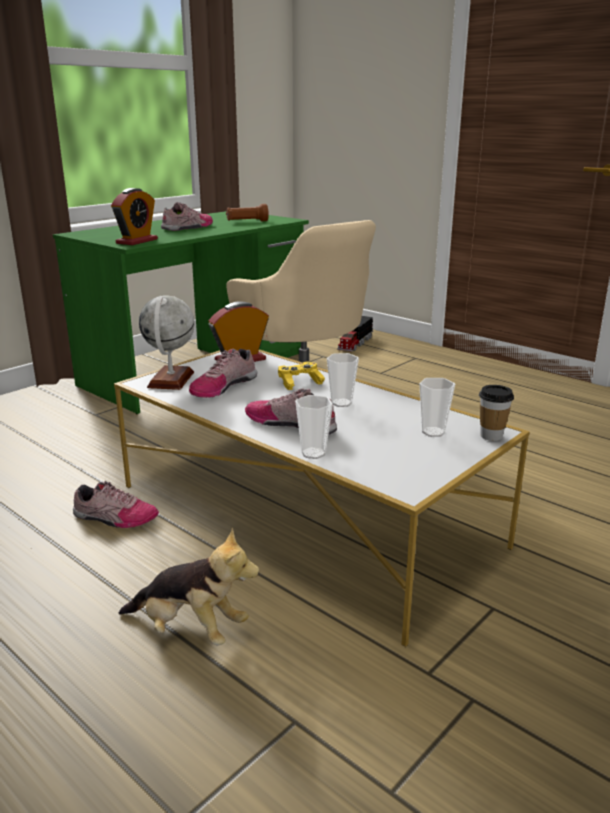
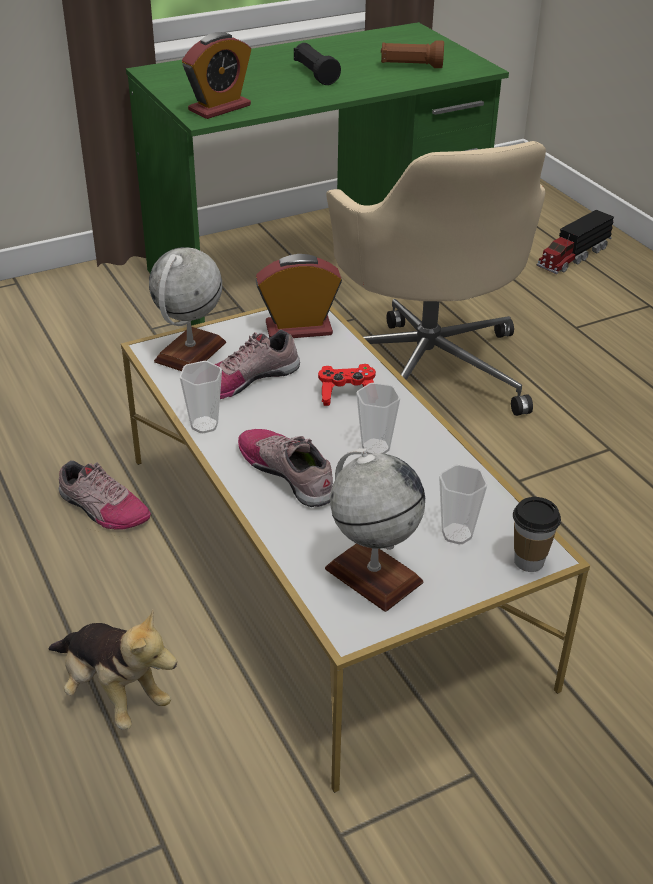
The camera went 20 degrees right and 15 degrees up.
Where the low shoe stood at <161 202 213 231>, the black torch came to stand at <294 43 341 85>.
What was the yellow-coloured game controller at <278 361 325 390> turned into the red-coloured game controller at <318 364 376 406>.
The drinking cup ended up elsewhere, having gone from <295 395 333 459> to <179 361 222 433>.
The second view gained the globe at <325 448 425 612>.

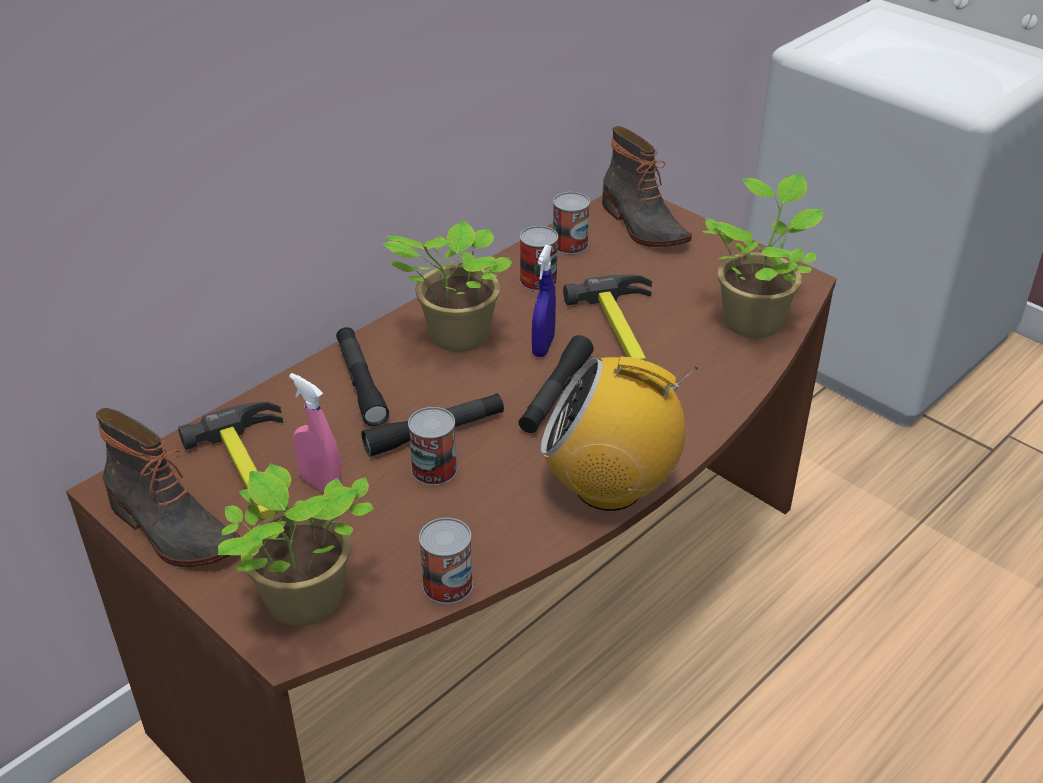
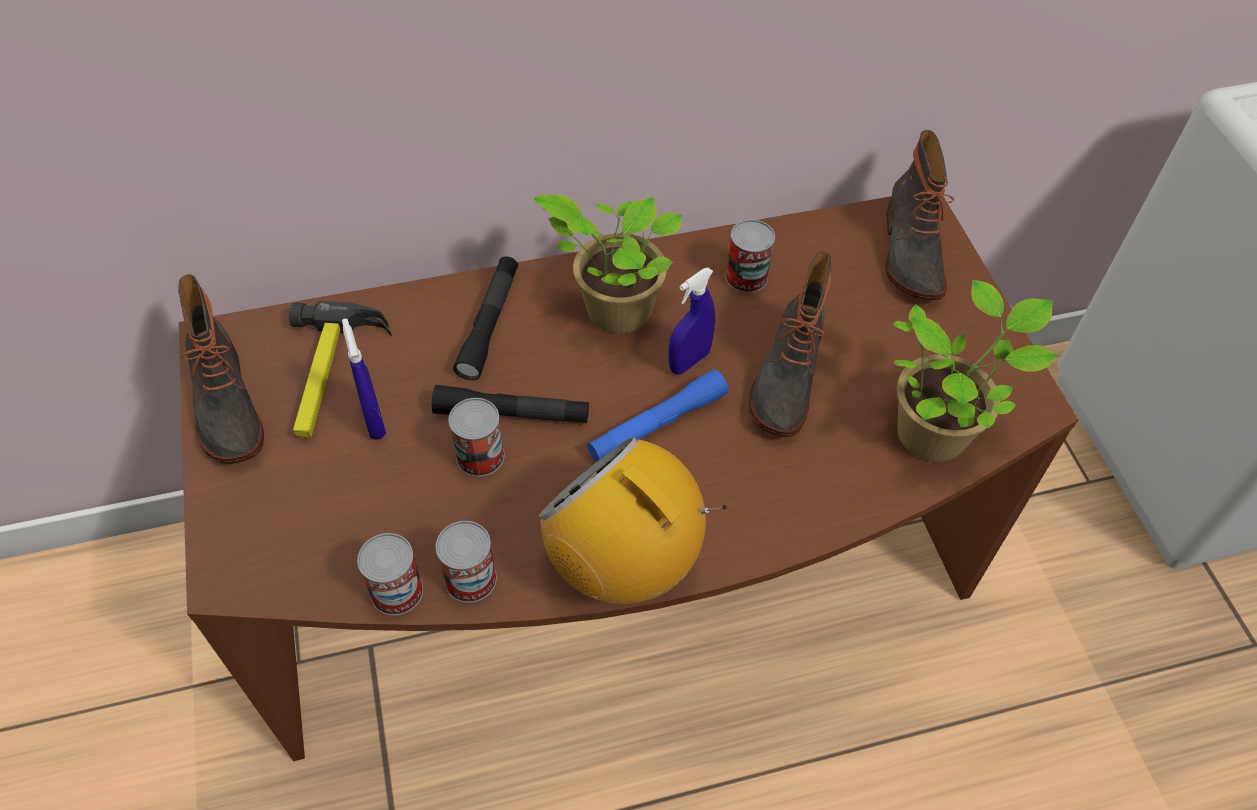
The camera went 30 degrees right and 15 degrees up.
The second view lost the houseplant at <218 463 374 626>.
What was the pink hand sprayer at <289 373 342 492> turned into the bluish hand sprayer at <342 318 386 440>.
What was the black torch at <518 335 594 433> turned into the bluish torch at <587 369 728 462>.
The metal can ended up elsewhere, having gone from <553 192 590 255> to <436 521 497 603>.
Where the hammer stood at <563 275 652 361>, the boot came to stand at <749 252 831 437>.

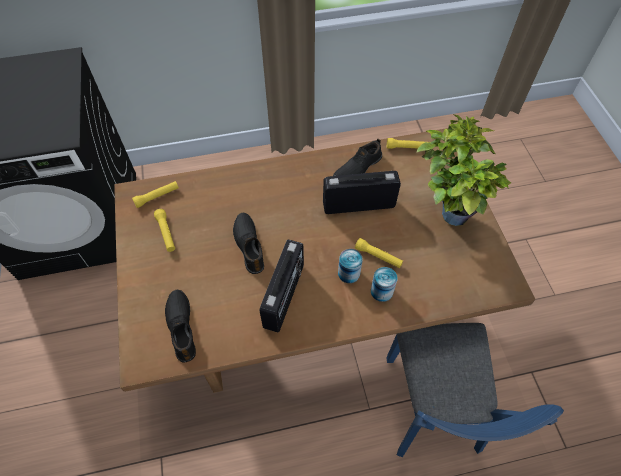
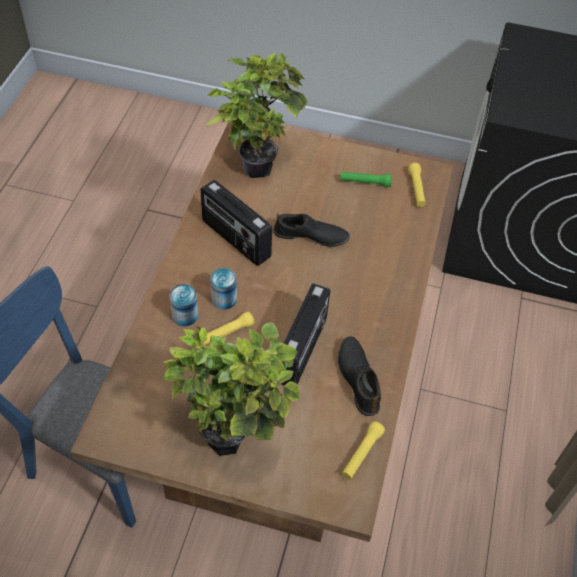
The camera went 115 degrees right and 5 degrees down.
What was the yellow-coloured torch at <154 209 175 252> turned into the green torch at <340 172 392 187>.
Where the black low shoe stood at <165 290 196 362>, the houseplant came to stand at <205 53 308 178>.

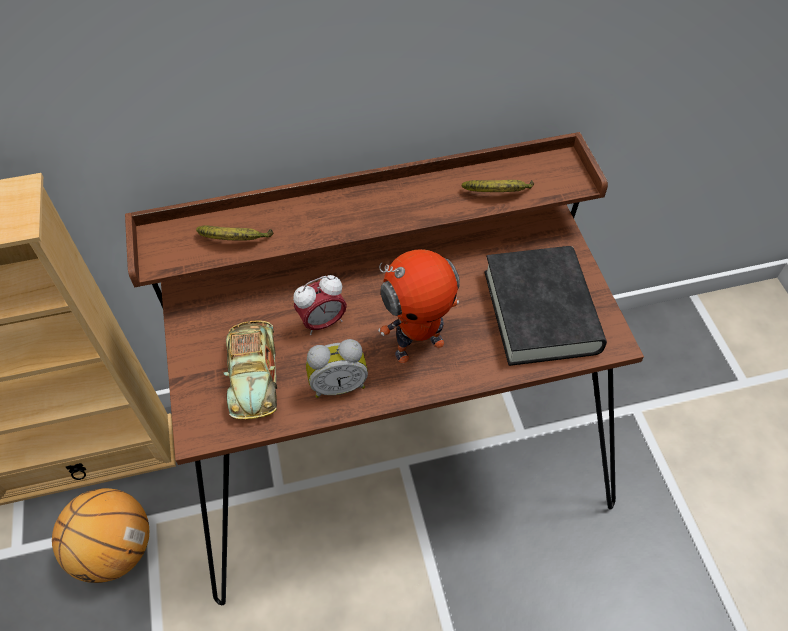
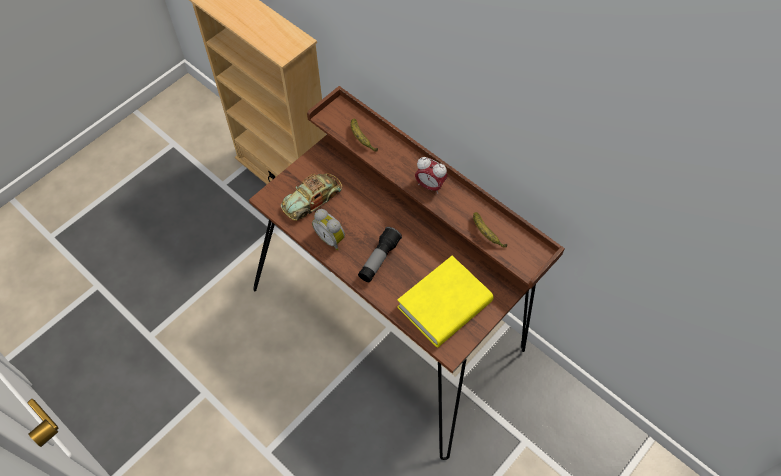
The camera went 55 degrees right and 5 degrees up.
The second view lost the basketball ball at <52 488 149 583>.
The table clock ended up elsewhere, having gone from <293 275 347 335> to <415 157 448 194>.
Where the model robot stood at <378 249 460 363>, the torch came to stand at <358 227 402 282>.
What was the black book at <484 246 607 366> turned into the yellow-coloured book at <397 256 494 348>.

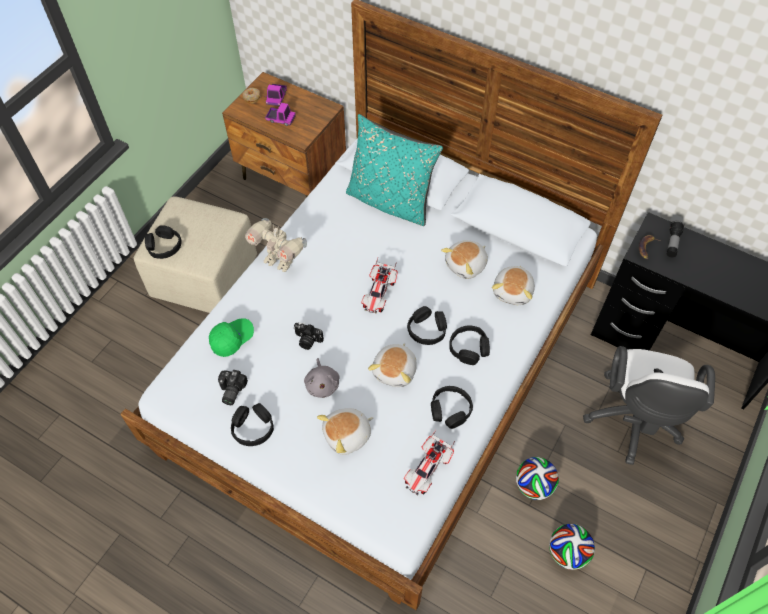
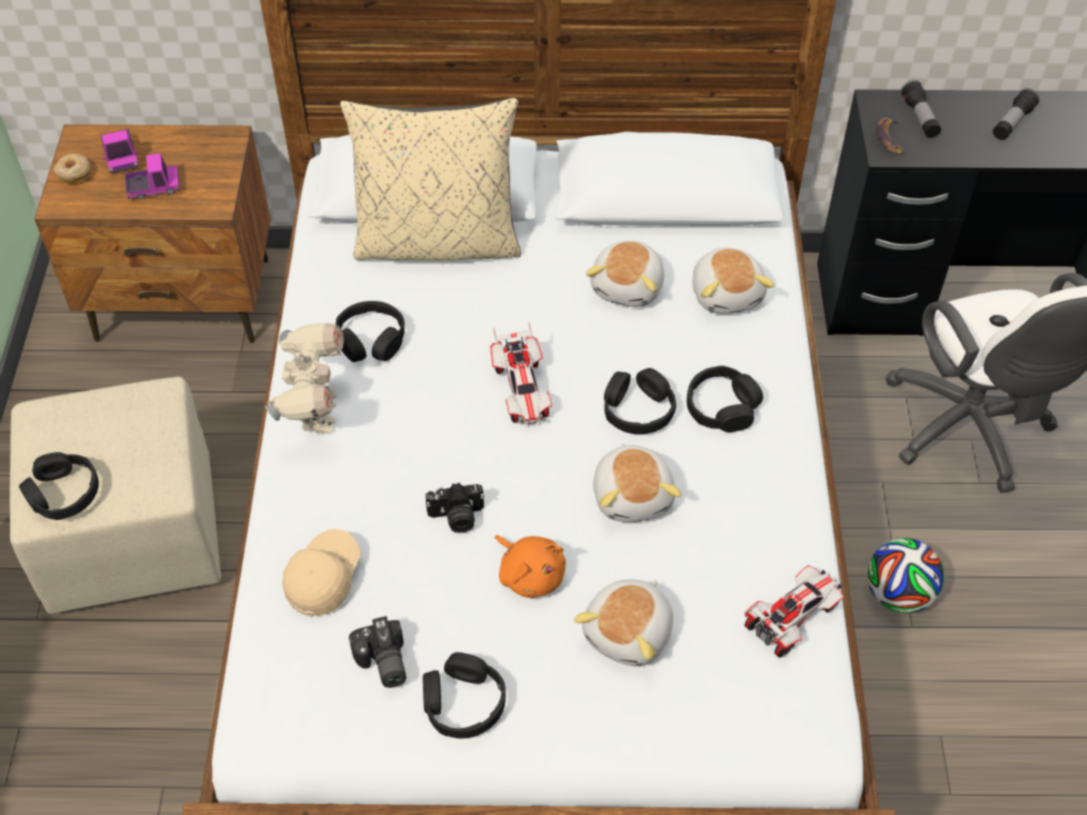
The camera went 30 degrees left and 5 degrees down.
What was the green cap at <209 318 254 357> turned into the beige-coloured cap at <282 529 361 616>.
The model robot at <245 218 307 272> ended up facing another way, 90 degrees counterclockwise from before.
What was the gray cuddly toy at <304 358 340 398> turned into the orangey cuddly toy at <495 535 566 598>.
What was the turquoise-coloured pillow at <346 114 443 226> turned into the beige-coloured pillow at <340 98 521 261>.
The model car at <404 430 455 495> ended up facing another way, 135 degrees counterclockwise from before.
The black pair of headphones ended up elsewhere, having gone from <431 386 473 429> to <335 301 405 362>.
The second view lost the football at <549 524 595 570>.
The second view gained the torch at <993 88 1040 140>.

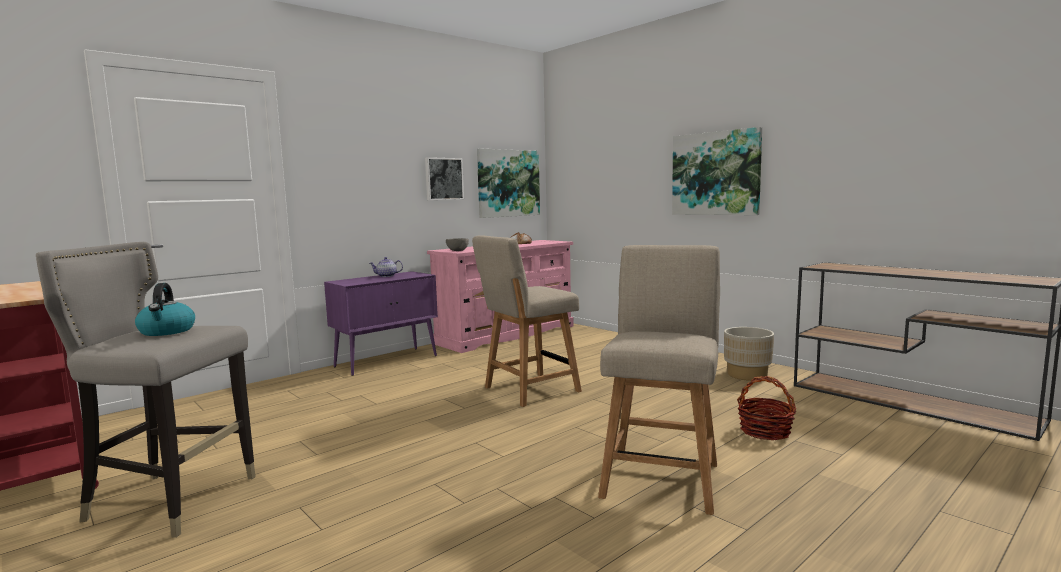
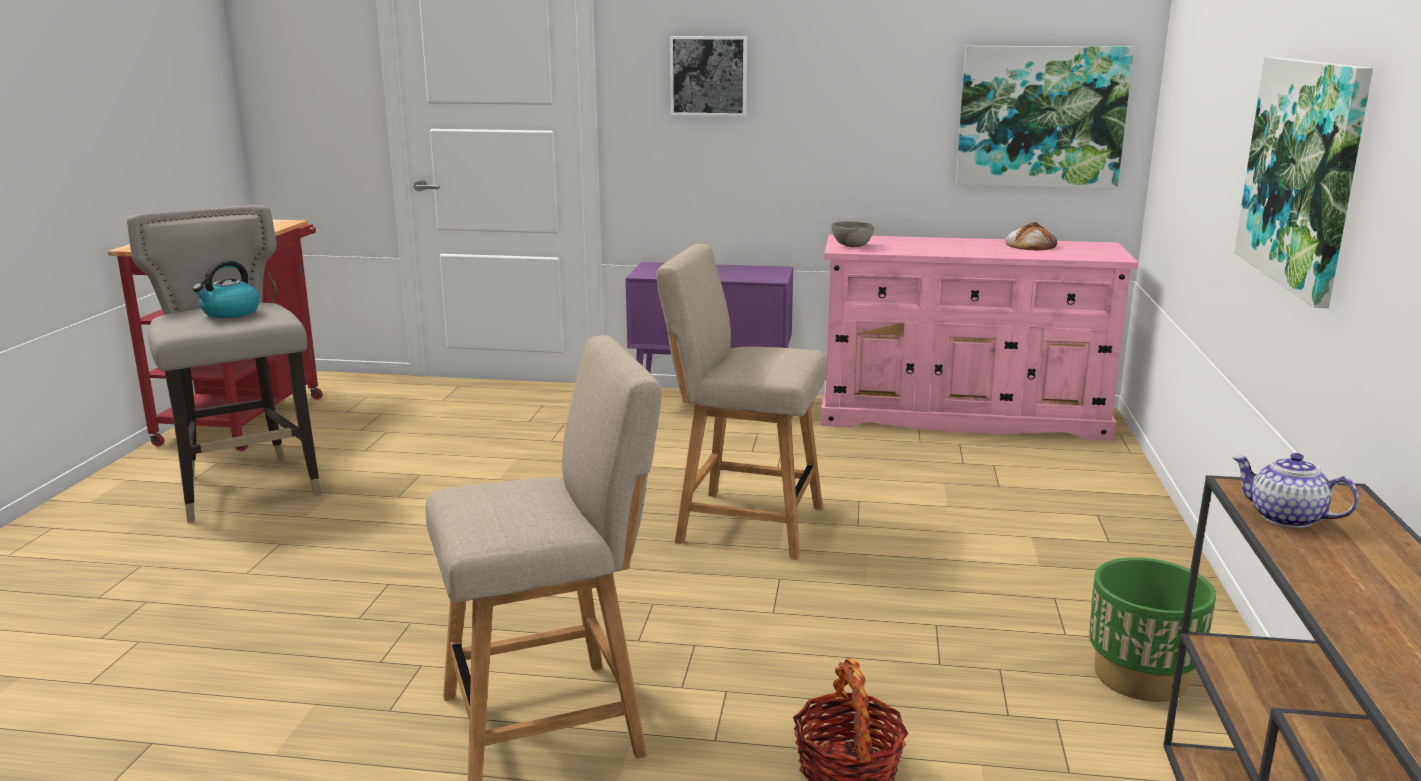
The camera went 50 degrees right and 10 degrees up.
The tea pot ended up elsewhere, having gone from <370 257 403 277> to <1232 453 1359 528>.
The wall picture ended up elsewhere, having gone from <425 157 464 200> to <670 36 747 116>.
What was the beige-coloured plant pot at <724 327 774 381> turned into the green plant pot at <1089 557 1216 702>.

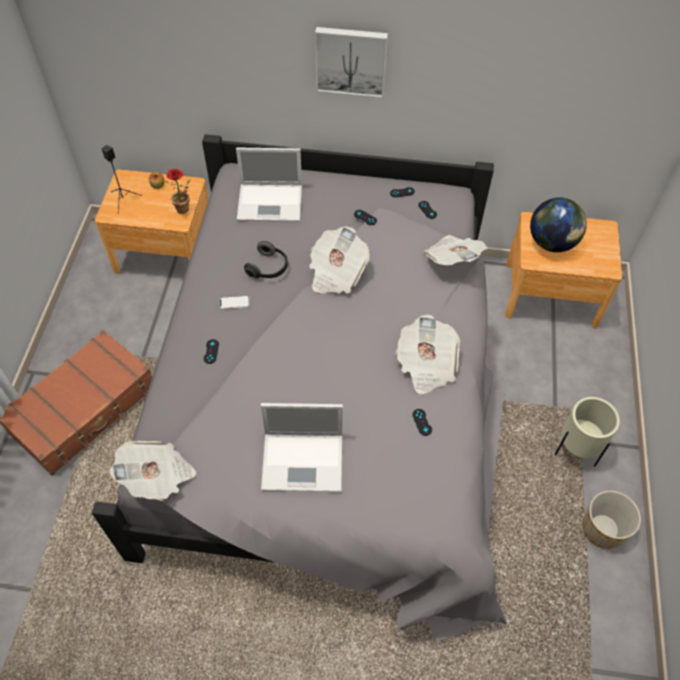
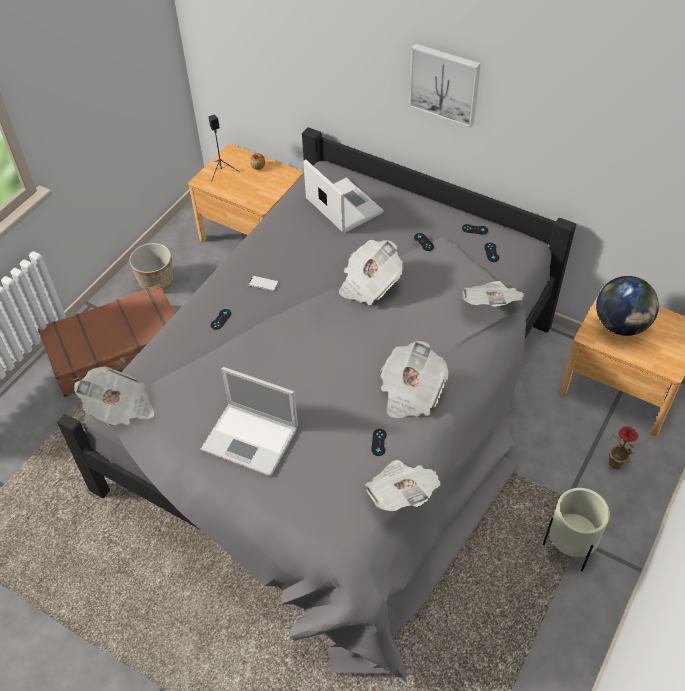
The camera went 25 degrees right and 5 degrees down.
The houseplant ended up elsewhere, having gone from <164 168 190 214> to <609 426 638 469>.
The portable computer at <236 148 302 222> ended up facing another way, 150 degrees counterclockwise from before.
The second view lost the pair of headphones at <244 241 288 279>.
The plant pot ended up elsewhere, having gone from <583 490 641 549> to <129 243 174 290>.
The second view gained the newspaper at <365 460 441 511>.

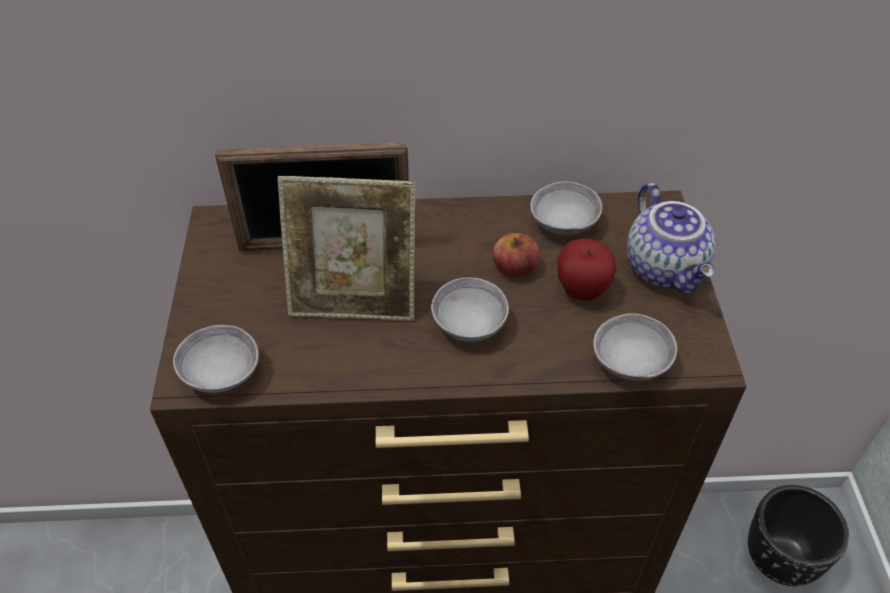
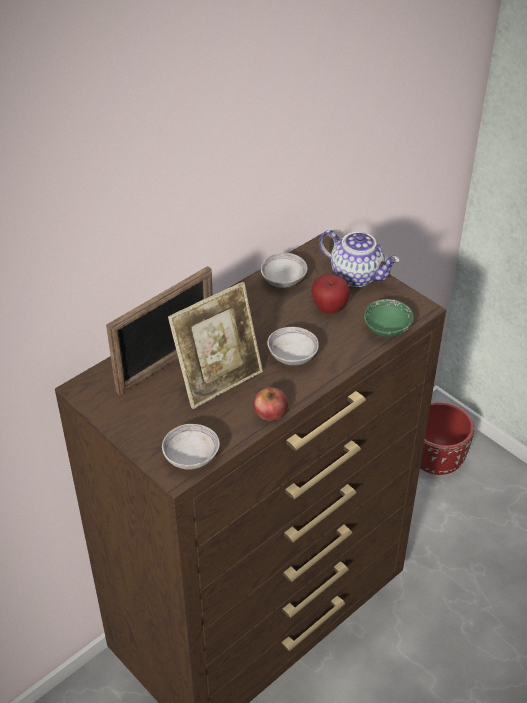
The camera went 40 degrees left and 5 degrees down.
The apple fruit ended up elsewhere, having gone from <493 233 540 278> to <253 387 288 421>.
What was the gray serving bowl at <593 313 677 381> turned into the green serving bowl at <364 299 414 337>.
What was the black plant pot at <748 485 849 586> turned into the red-coloured plant pot at <420 402 474 475>.

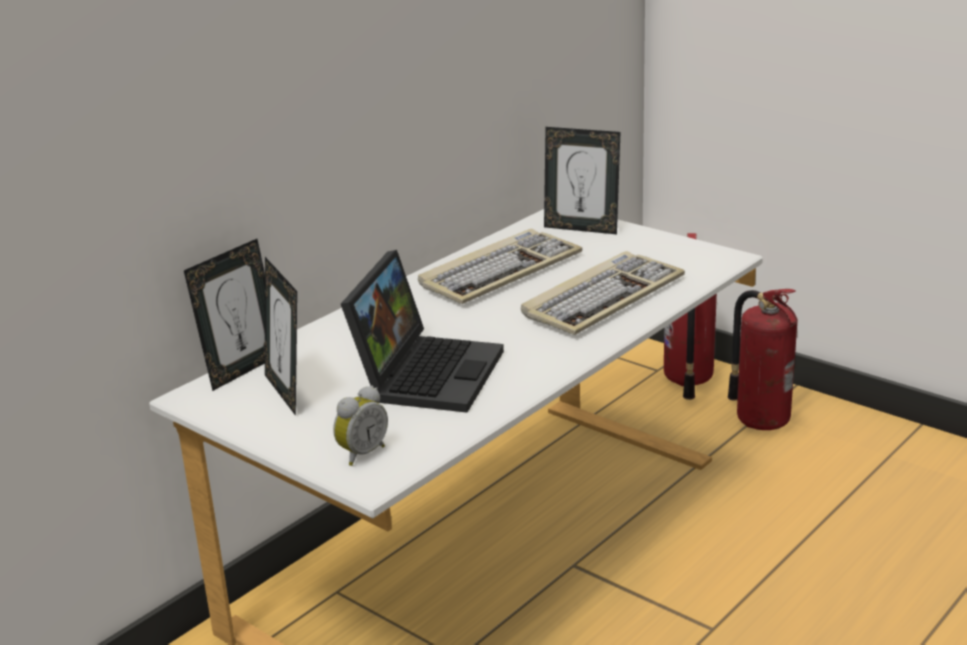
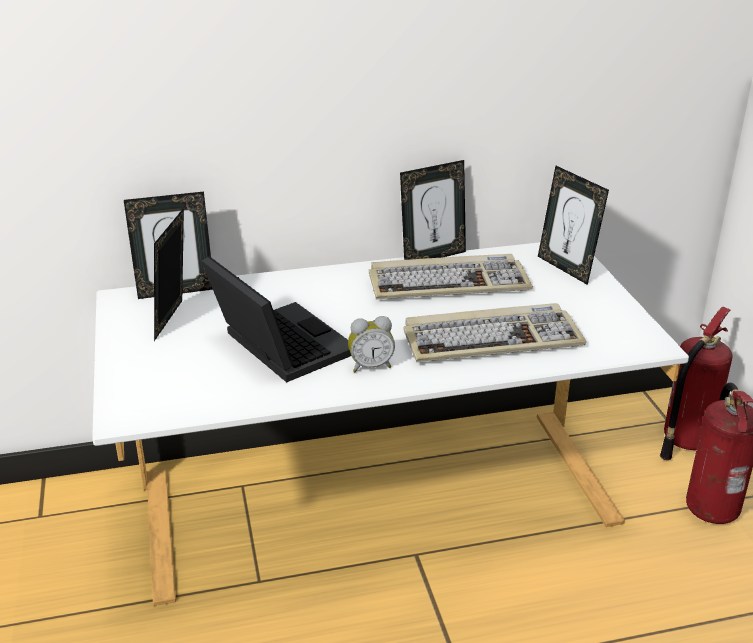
The camera went 35 degrees right and 5 degrees up.
The table clock ended up elsewhere, having gone from <333 386 388 466> to <348 316 395 372>.
The portable computer at <341 250 504 413> ended up facing another way, 90 degrees counterclockwise from before.
The second view gained the photo frame at <400 160 466 260>.

